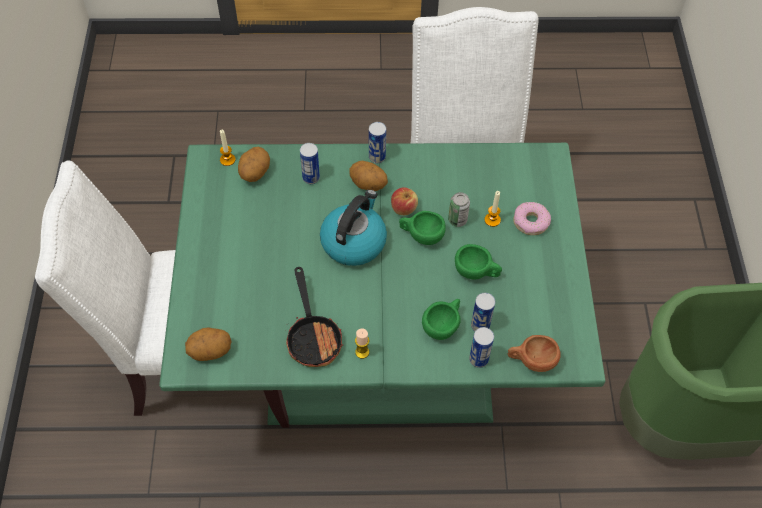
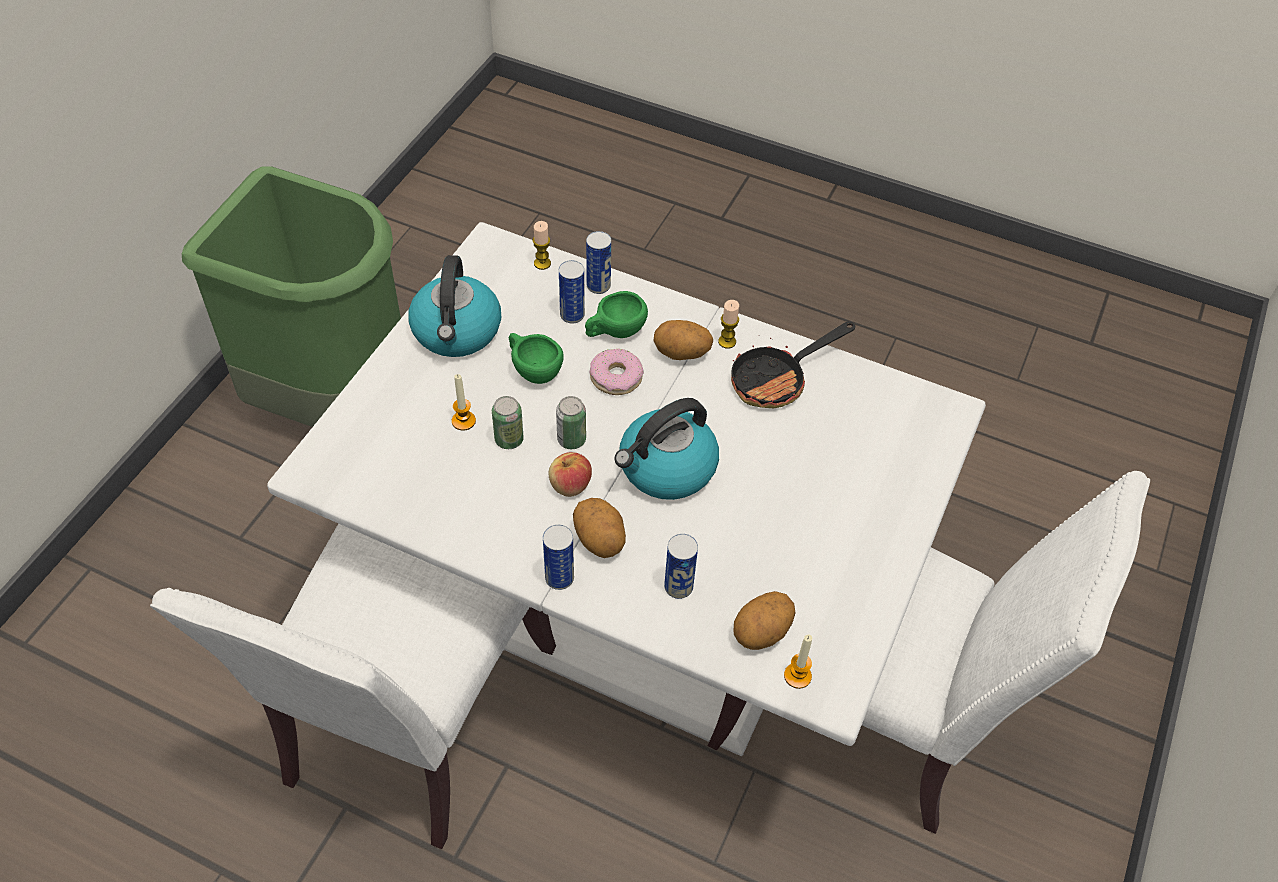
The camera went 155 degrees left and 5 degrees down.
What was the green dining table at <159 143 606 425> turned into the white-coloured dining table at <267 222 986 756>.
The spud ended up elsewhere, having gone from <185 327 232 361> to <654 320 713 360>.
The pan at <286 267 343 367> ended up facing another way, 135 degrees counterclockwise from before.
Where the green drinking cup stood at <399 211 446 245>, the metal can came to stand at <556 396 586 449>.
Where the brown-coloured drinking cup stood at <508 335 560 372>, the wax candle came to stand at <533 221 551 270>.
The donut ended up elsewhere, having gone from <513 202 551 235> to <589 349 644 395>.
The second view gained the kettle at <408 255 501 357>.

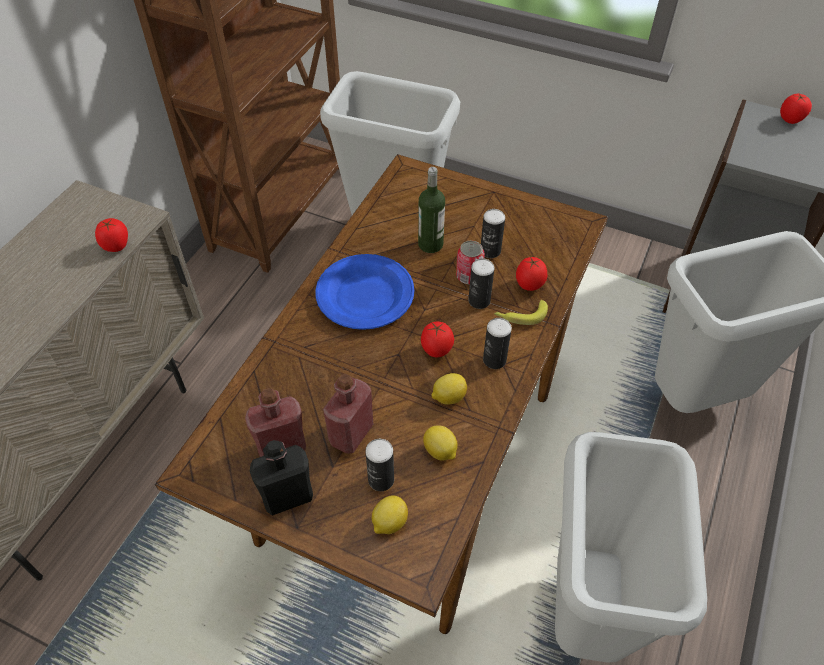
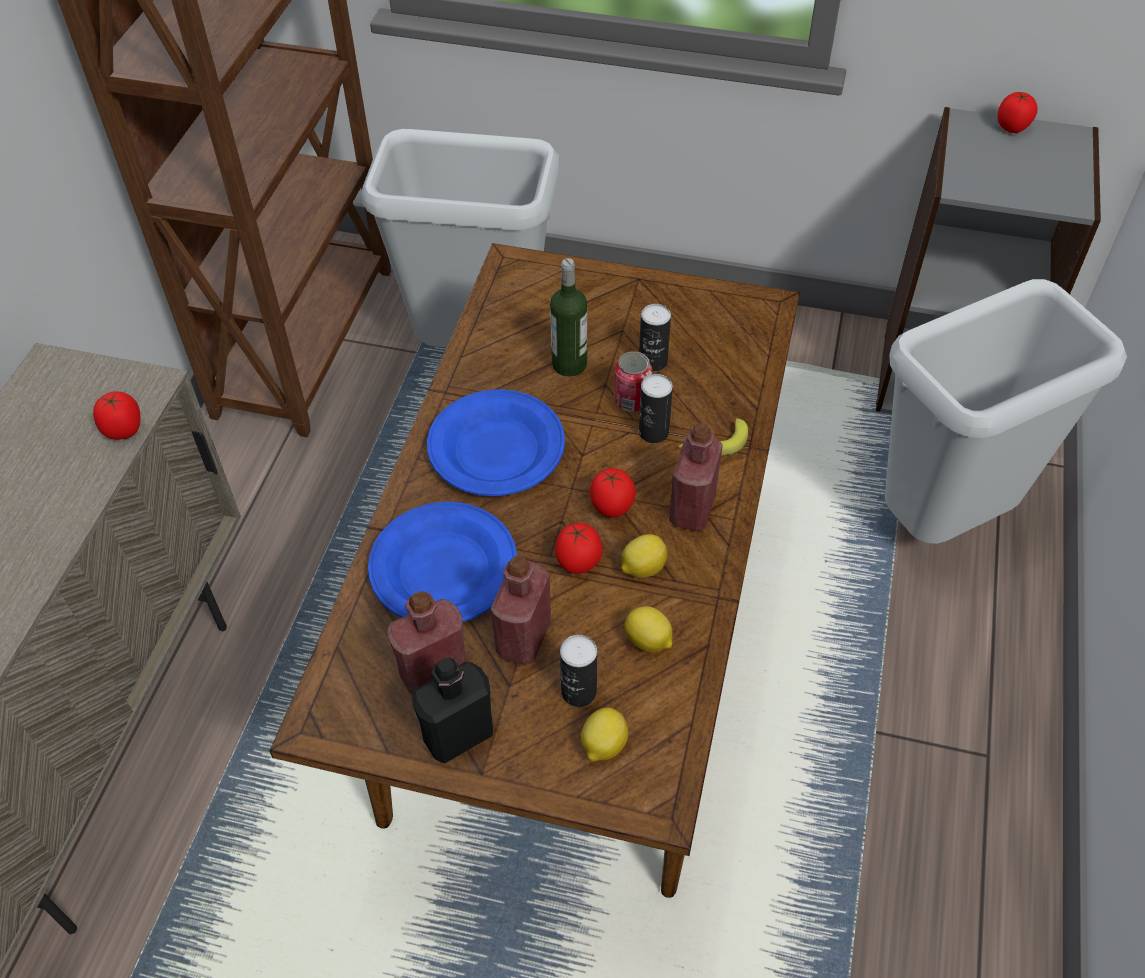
The camera went 10 degrees left and 0 degrees up.
Where the metal can stood at <483 318 512 369>, the red-coloured beverage bottle came to stand at <669 423 723 531>.
The fresh tomato ended up elsewhere, having gone from <516 257 547 291> to <555 523 602 574>.
The second view lost the gray rubbish bin at <555 432 707 663>.
The second view gained the bluish flat dish at <368 502 517 622>.

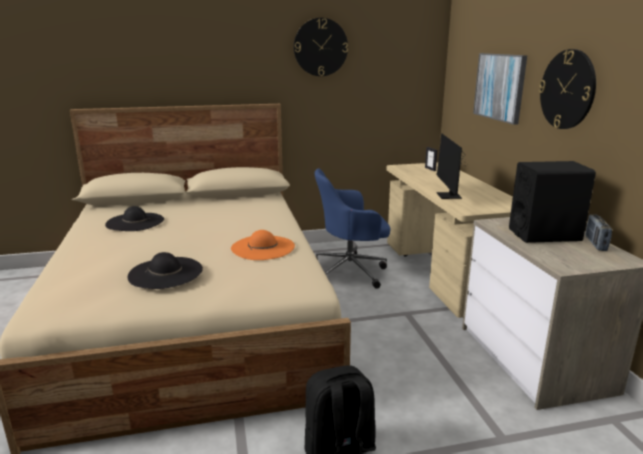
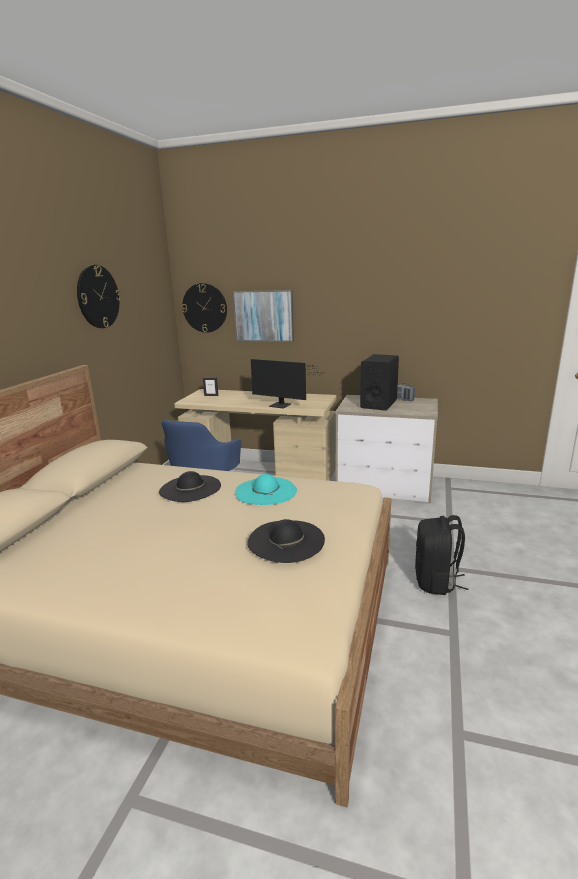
The camera went 60 degrees left and 0 degrees up.
The black wearable hat ended up elsewhere, having gone from <105 206 164 231> to <159 471 221 502>.
What was the orangey wearable hat at <231 230 295 260> turned into the turquoise-coloured wearable hat at <235 474 297 505>.
The hanging clock ended up elsewhere, having gone from <539 49 596 129> to <182 283 227 333>.

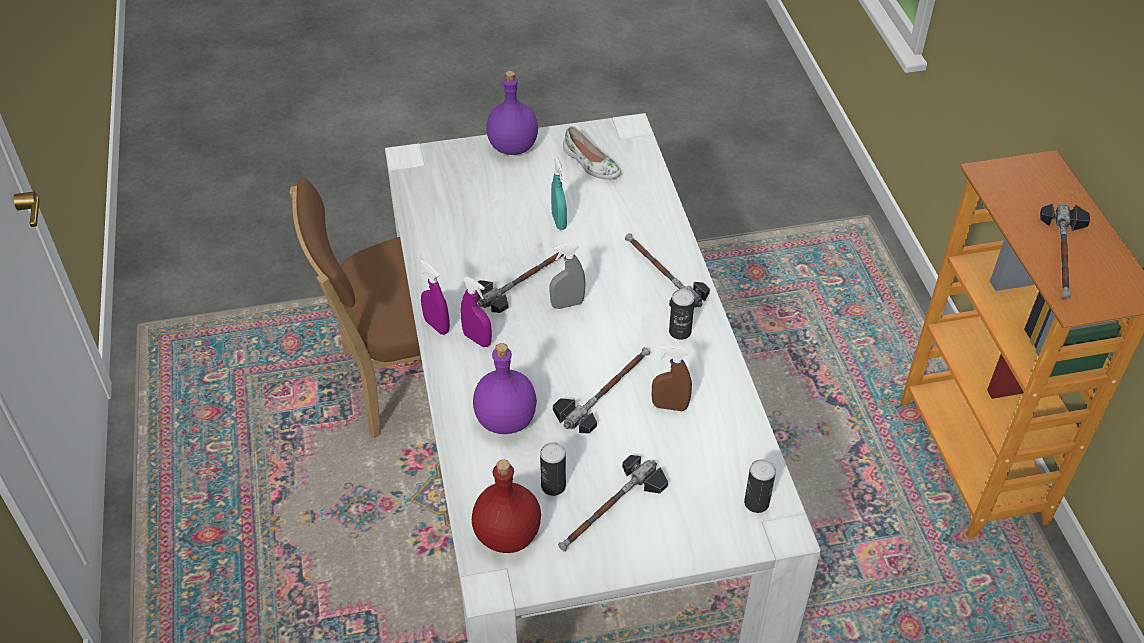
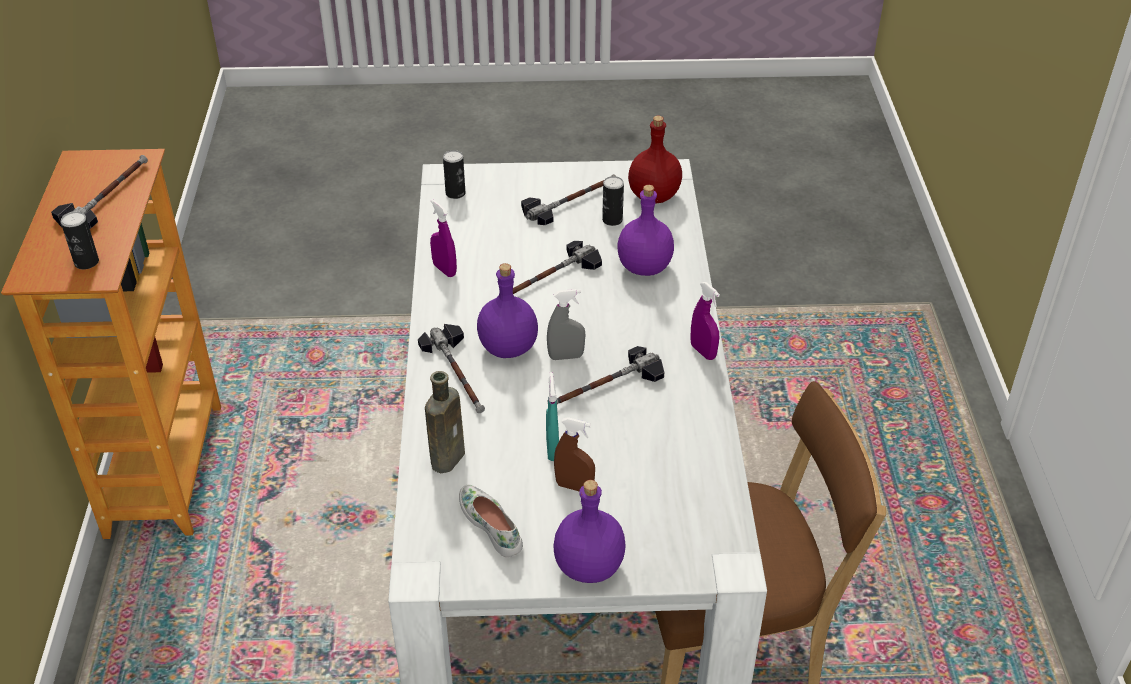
The camera went 170 degrees left and 5 degrees down.
The purple-coloured hand sprayer ended up elsewhere, having gone from <460 277 492 347> to <430 199 457 277>.
The brown-coloured hand sprayer ended up elsewhere, having gone from <652 345 692 411> to <554 417 595 492>.
The metal can ended up elsewhere, having gone from <669 289 695 340> to <61 211 99 269>.
The second view gained the brown-coloured beverage bottle at <425 371 465 473>.
The second view gained the purple-coloured beverage bottle at <477 263 538 358>.

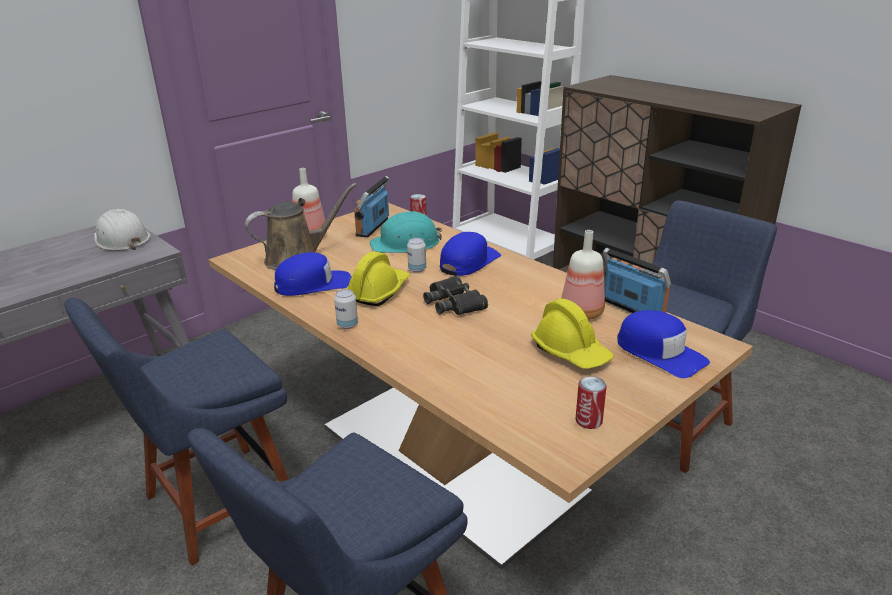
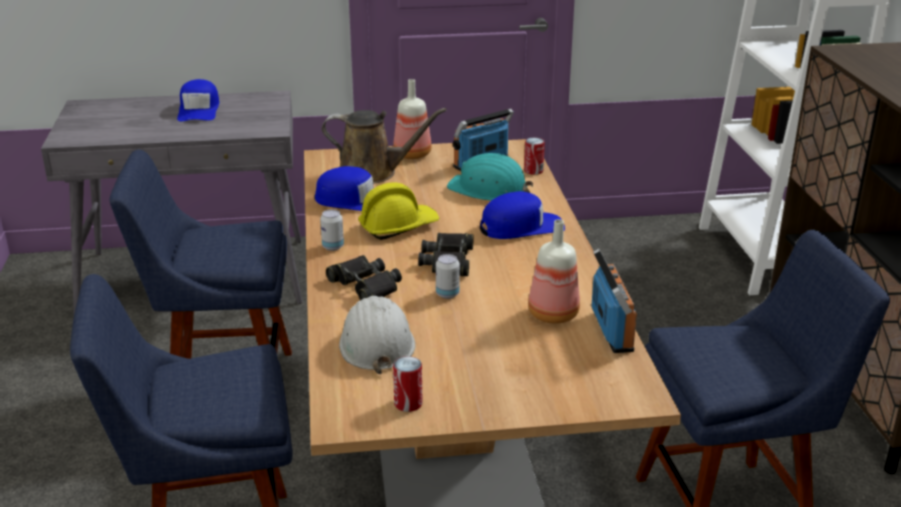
The camera went 35 degrees right and 0 degrees up.
The white-coloured work helmet ended up elsewhere, having gone from <94 209 150 250> to <339 296 415 374>.
The metal can ended up elsewhere, having gone from <407 238 426 273> to <436 254 460 299>.
The second view lost the yellow-coloured work helmet at <531 299 614 369>.
The bluish cap ended up elsewhere, having gone from <617 310 710 378> to <177 79 219 121>.
The second view gained the black binoculars at <326 255 402 300>.

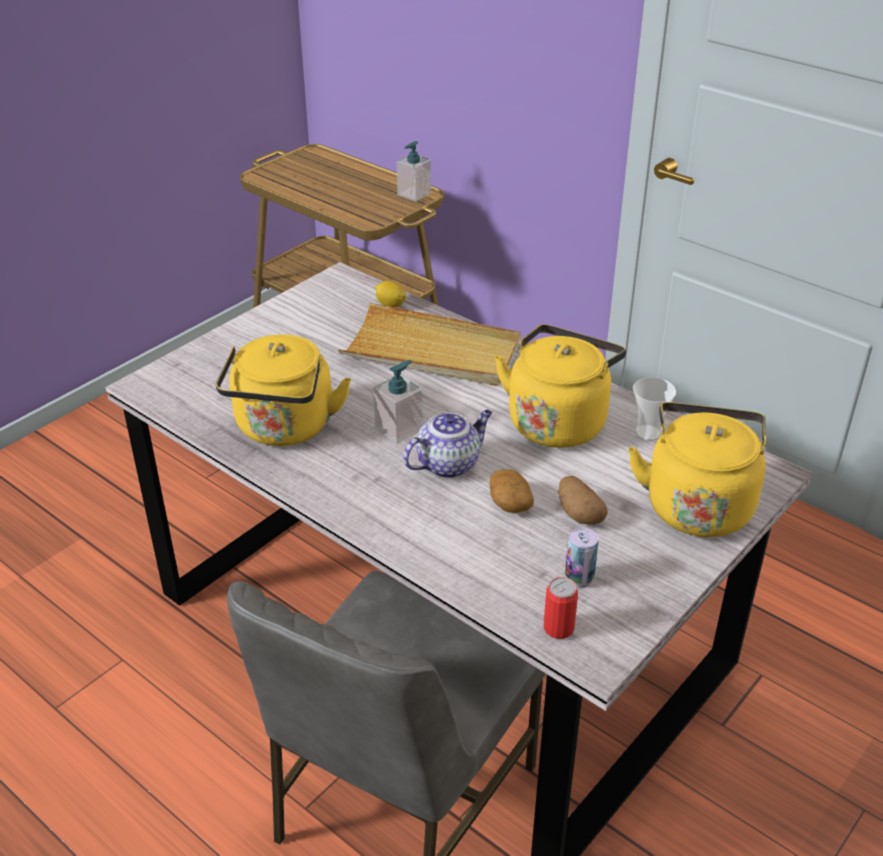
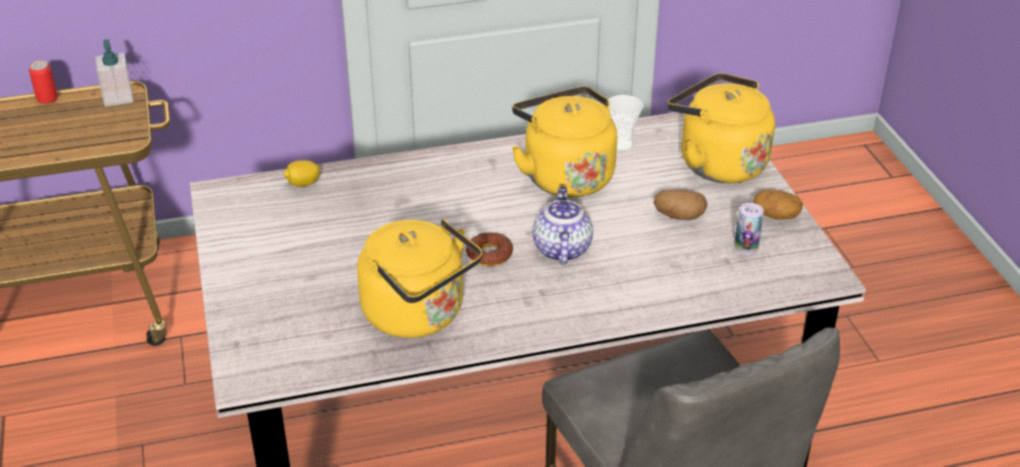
The camera went 55 degrees left and 0 degrees up.
The second view lost the beige-coloured carrying tray at <338 303 521 386>.
Where the liquid soap bottle stood at <373 360 423 444>, the donut came to stand at <466 232 513 266>.
The spud ended up elsewhere, having gone from <490 470 534 513> to <753 189 803 220>.
The metal can ended up elsewhere, having gone from <544 577 578 639> to <29 60 58 104>.

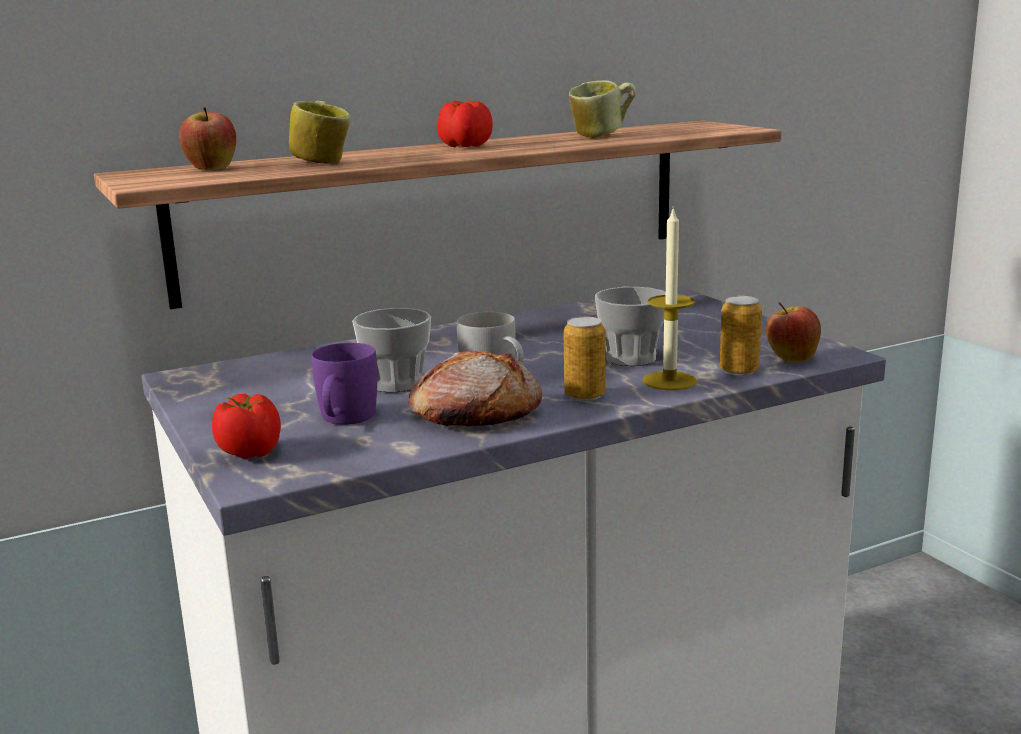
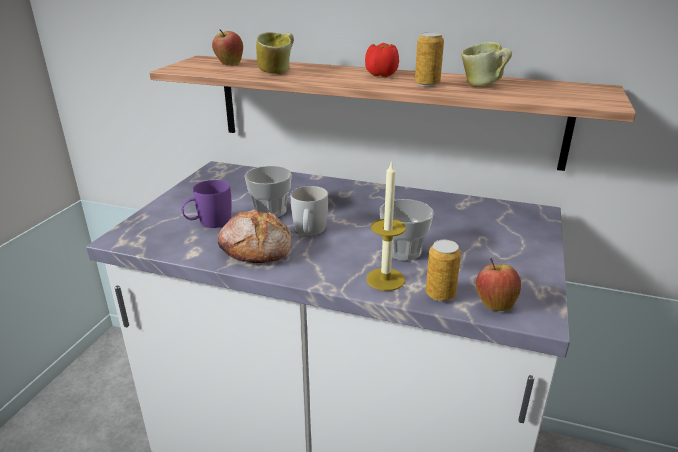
The camera went 45 degrees right and 10 degrees up.
The second view lost the fresh tomato at <212 394 281 459>.
The metal can ended up elsewhere, having gone from <564 317 605 401> to <415 32 444 87>.

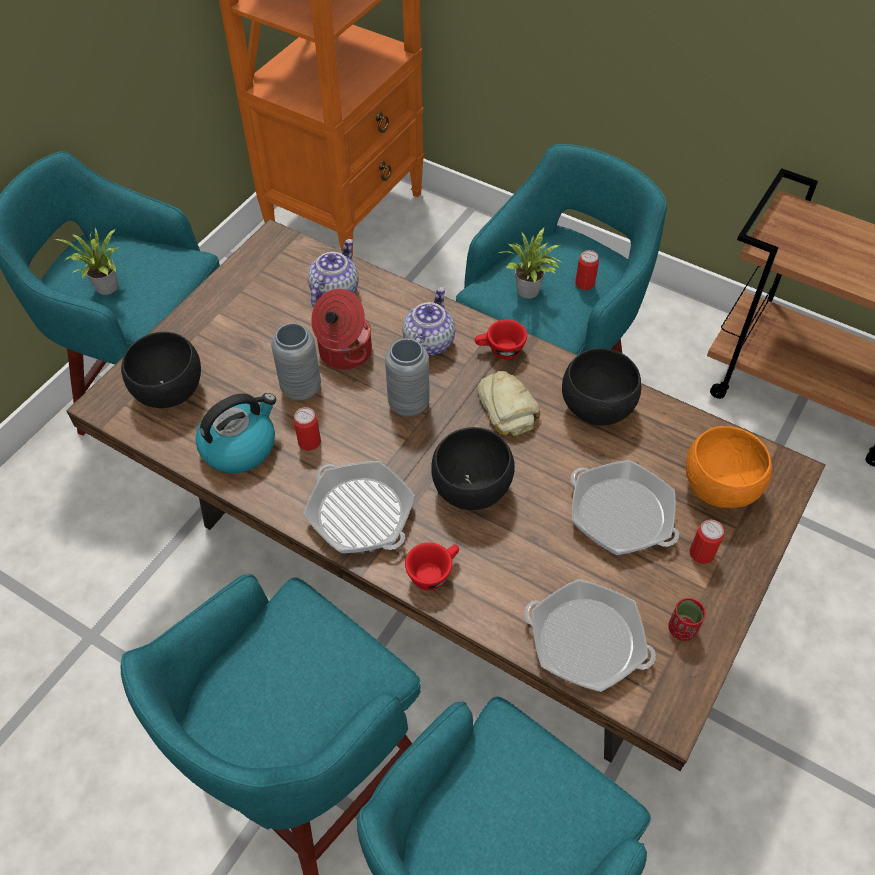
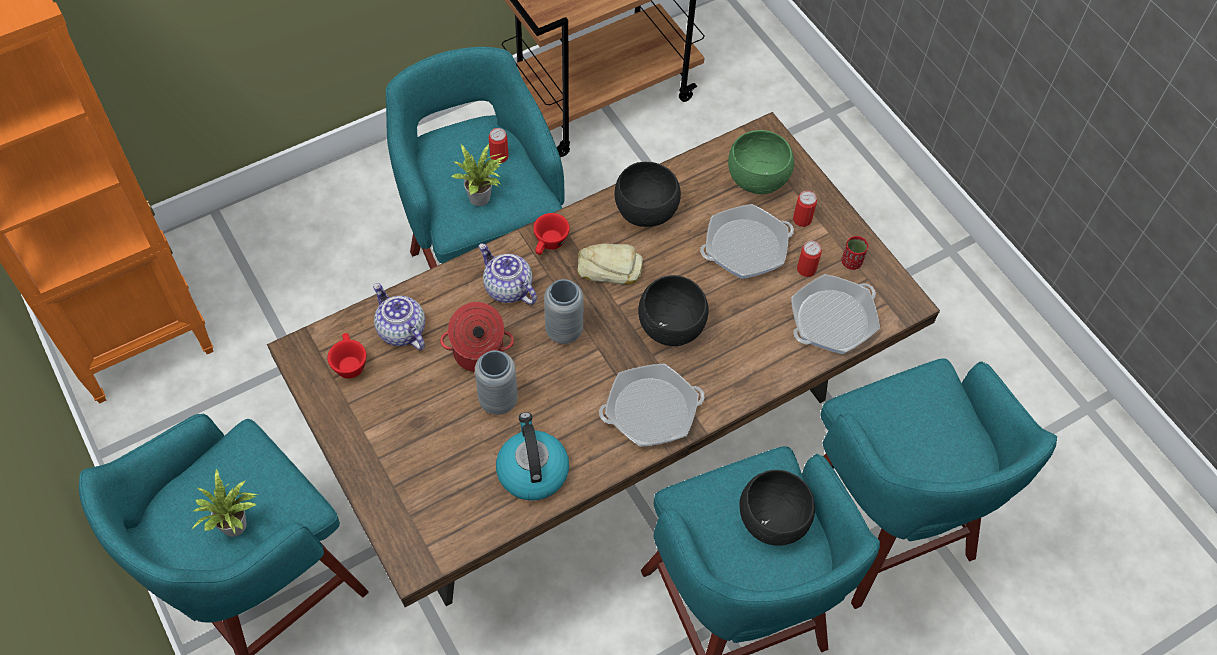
The camera went 65 degrees left and 5 degrees up.
The black serving bowl ended up elsewhere, having gone from <121 332 201 408> to <740 470 815 546>.
The metal can ended up elsewhere, having gone from <293 407 321 451> to <797 241 822 277>.
The red-coloured drinking cup ended up elsewhere, having gone from <405 542 459 590> to <327 333 367 378>.
What was the orangey serving bowl at <686 426 772 508> turned into the green serving bowl at <728 130 794 194>.

